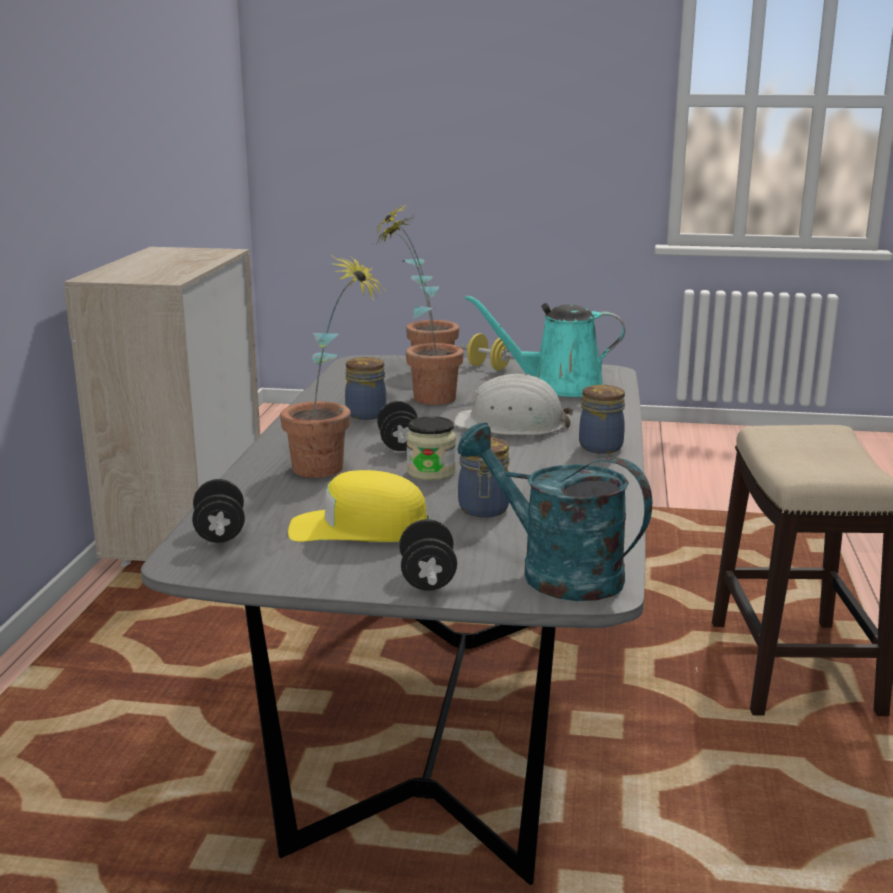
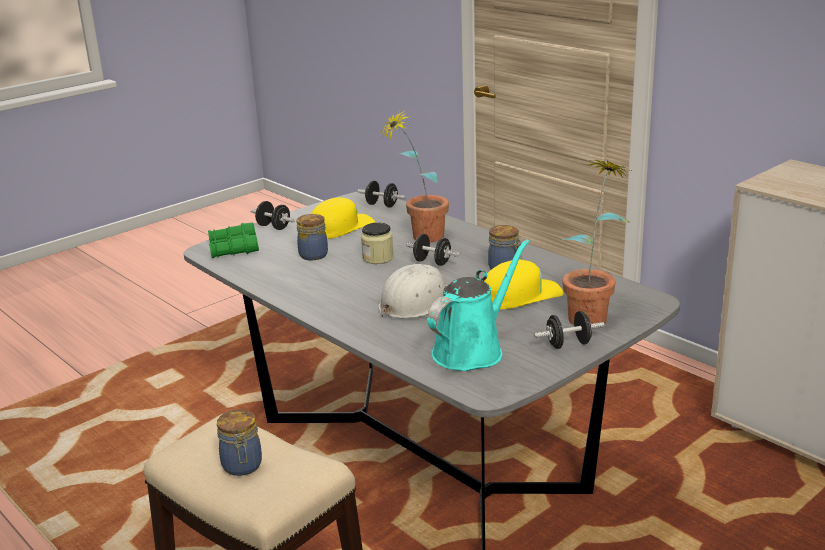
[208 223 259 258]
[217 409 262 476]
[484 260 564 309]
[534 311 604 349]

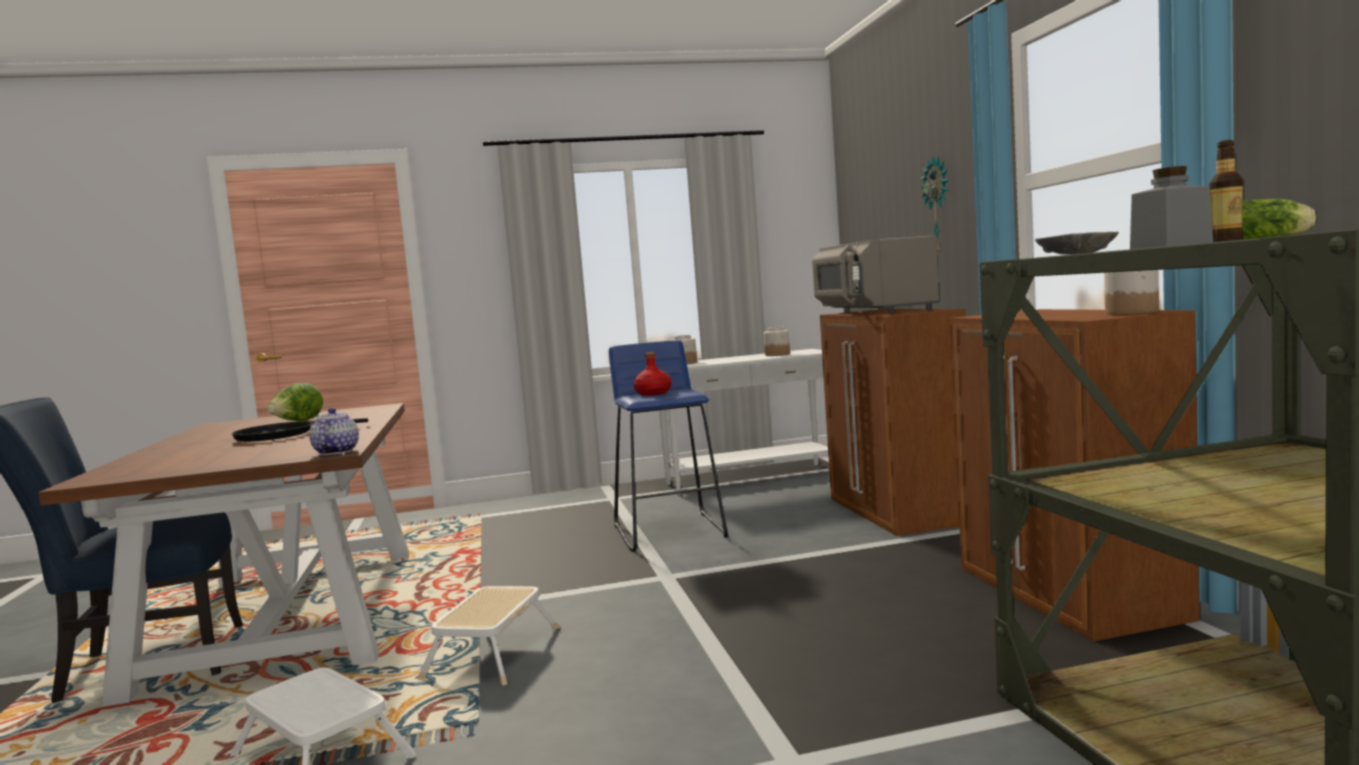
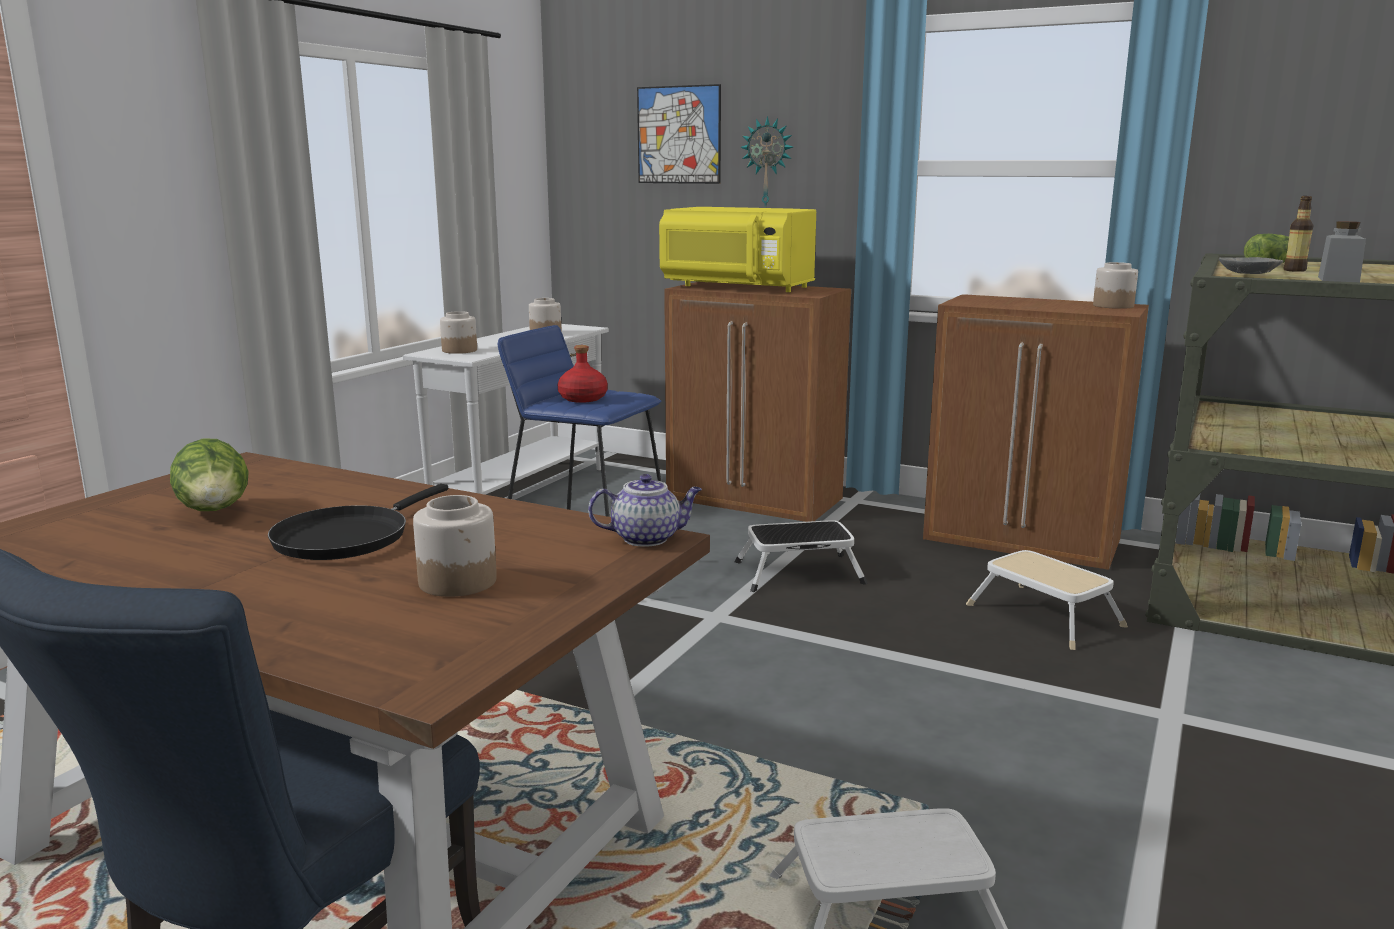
[413 495 497 597]
[588 474 702 547]
[637 84 721 184]
[659 207 816 292]
[735 520 867 592]
[966 550 1128 650]

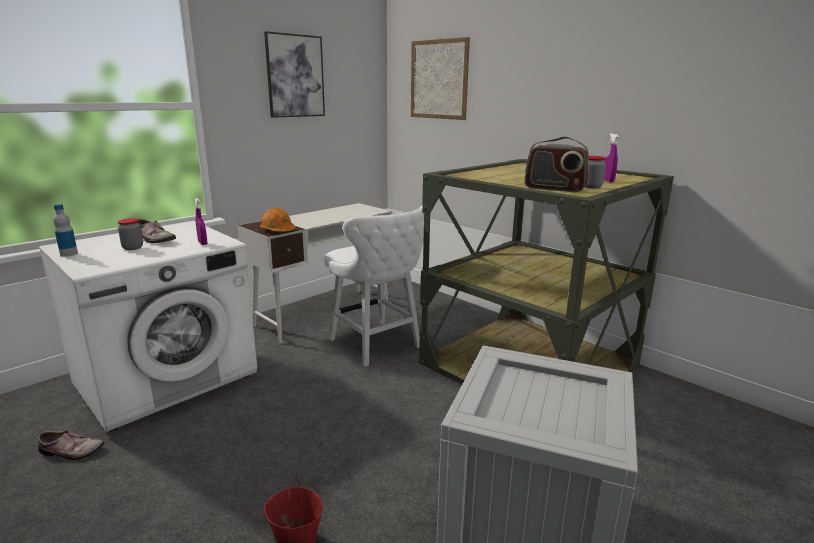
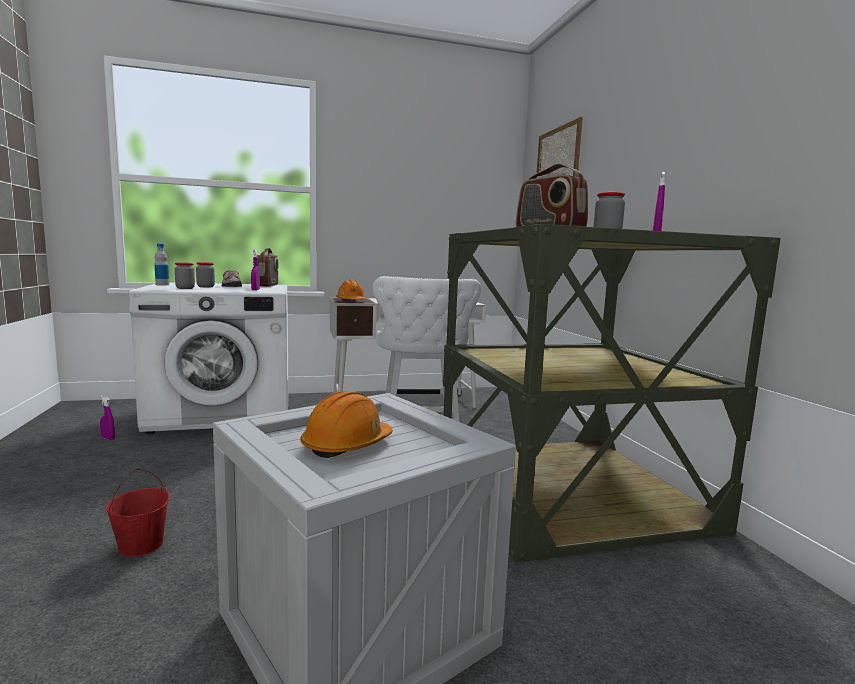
[100 396 115 440]
[175 262 195 289]
[257 248 278 287]
[300 391 393 458]
[264 31 325 118] (first image)

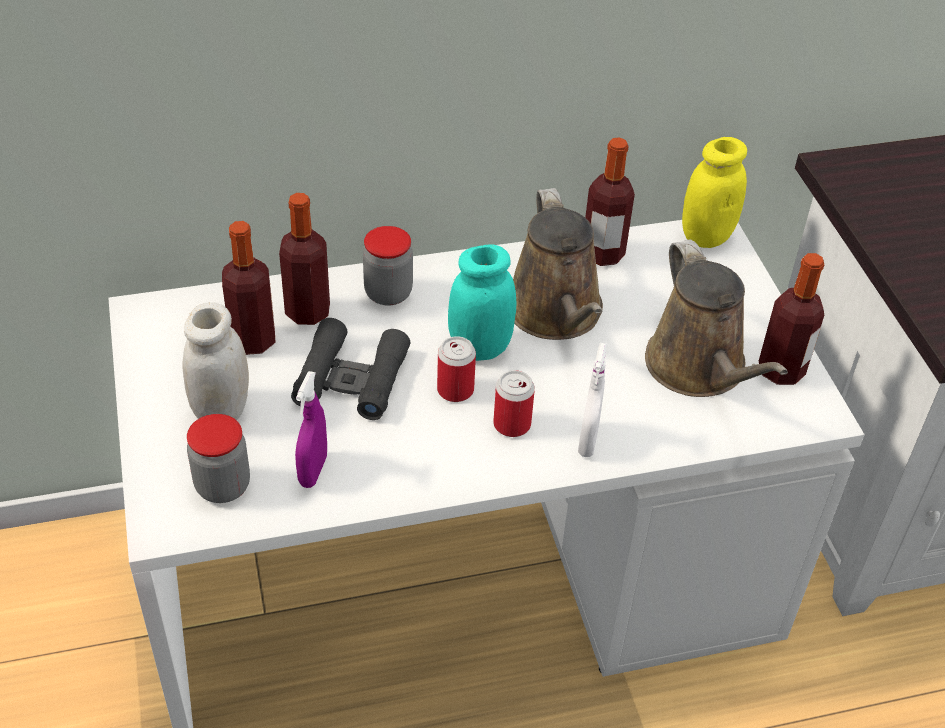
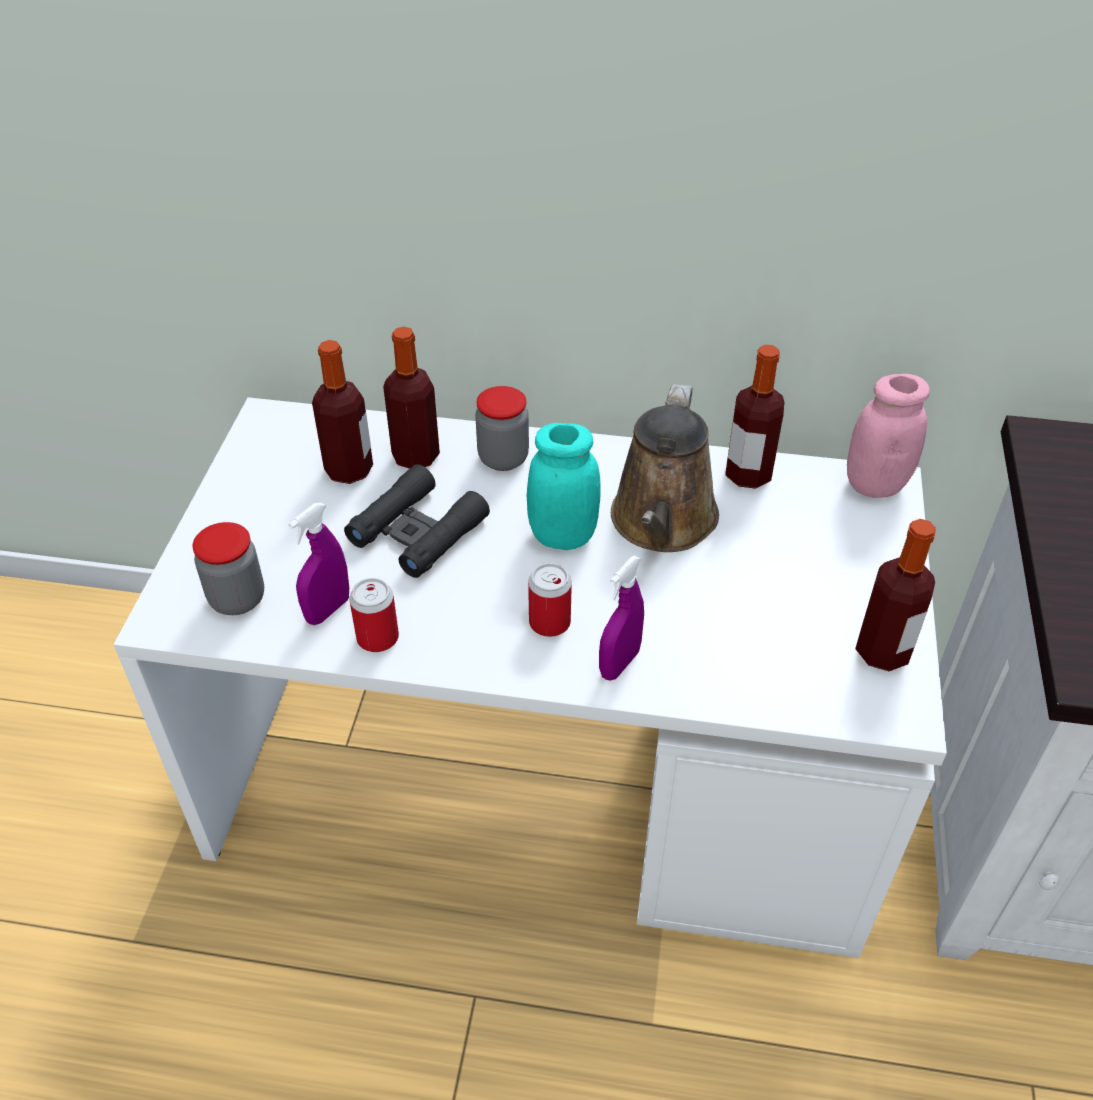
[349 578 399 652]
[599 555 644 681]
[847 374 930 498]
[183 302 249 420] (first image)
[645 239 788 397] (first image)

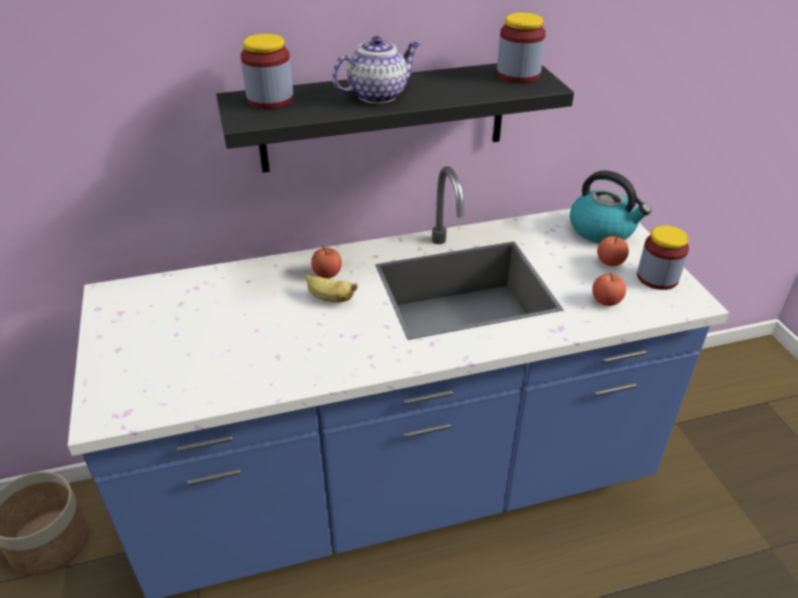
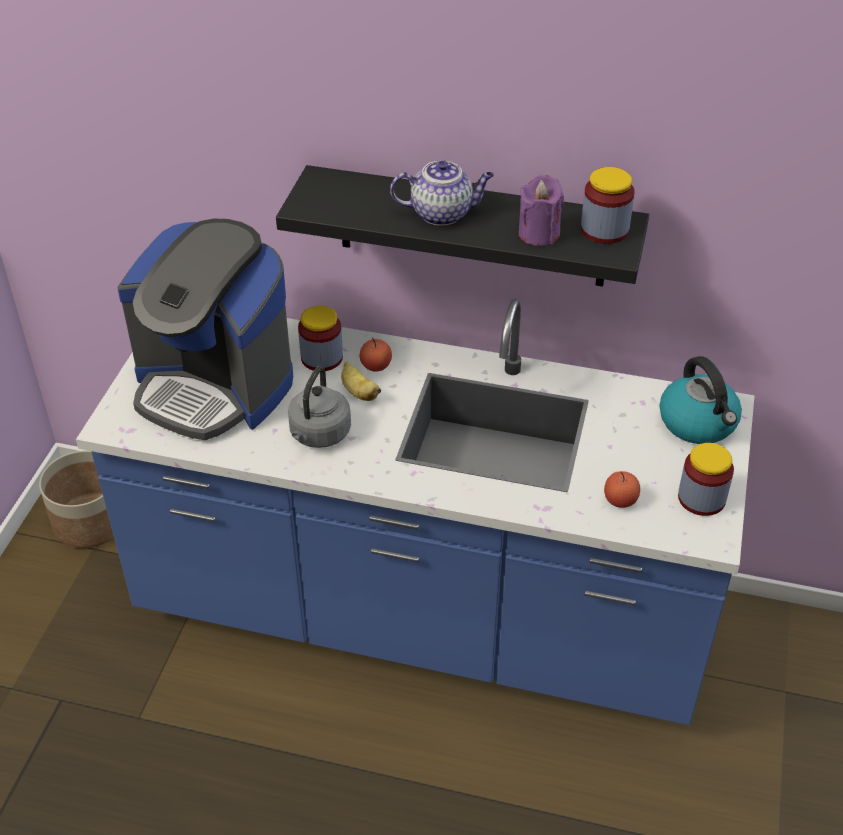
[118 219 293 440]
[288 366 351 448]
[298 306 343 371]
[518 175 564 246]
[597 234 629 266] (first image)

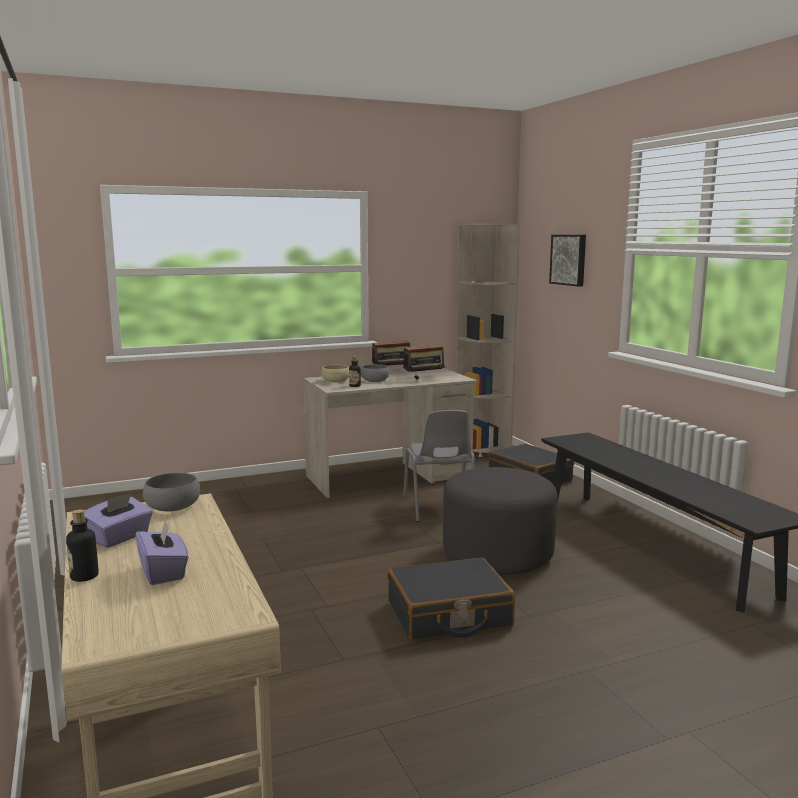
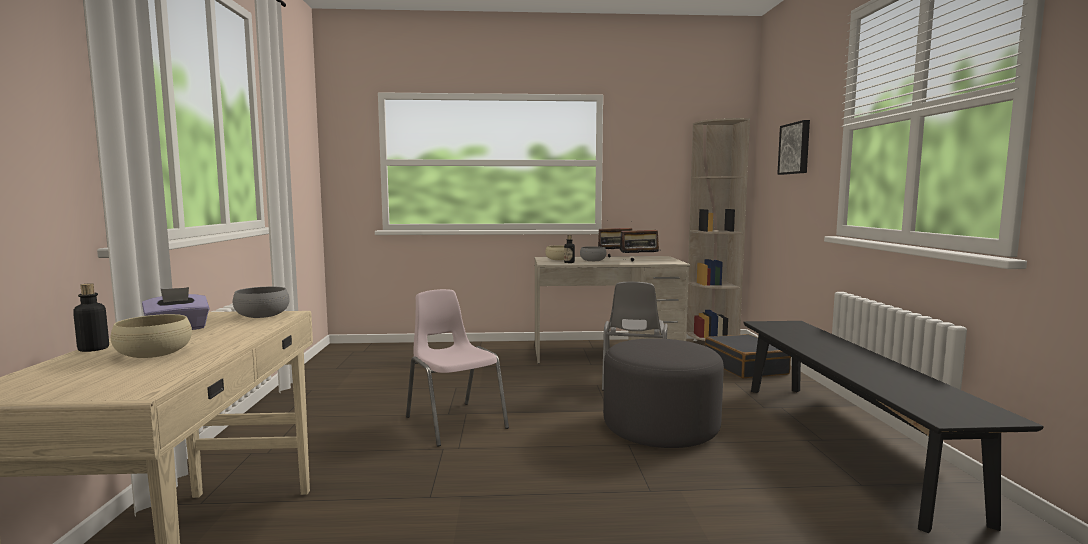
[111 314 192 358]
[406 289 509 447]
[388 558 515 641] (first image)

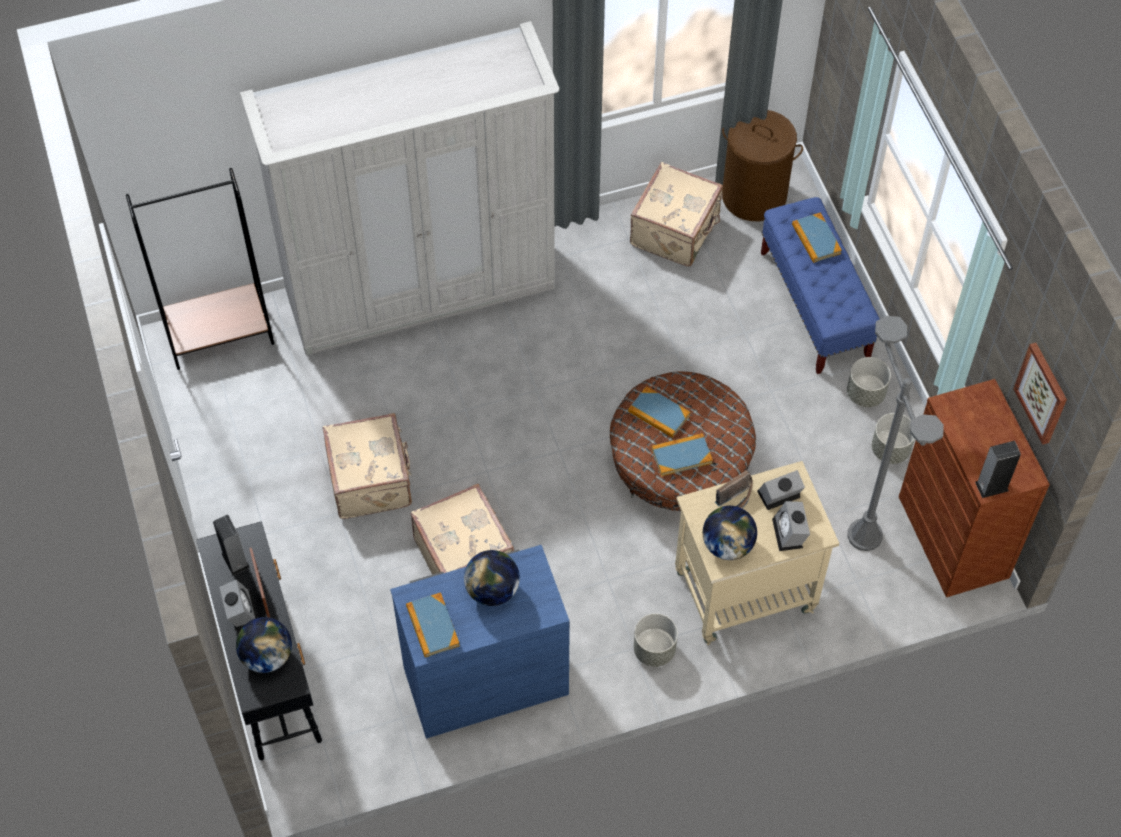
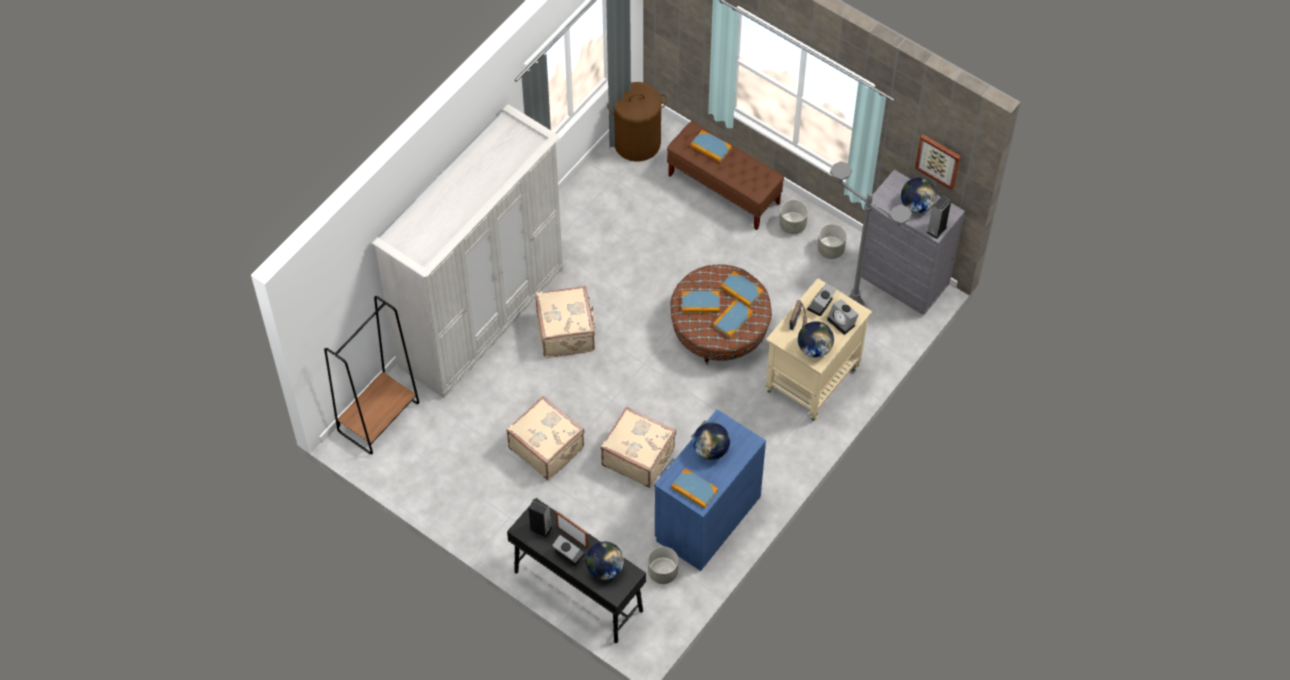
[535 286 596 358]
[648 547 678 584]
[667 121 784 230]
[720 271 763 307]
[861 169 965 315]
[901 178 937 213]

